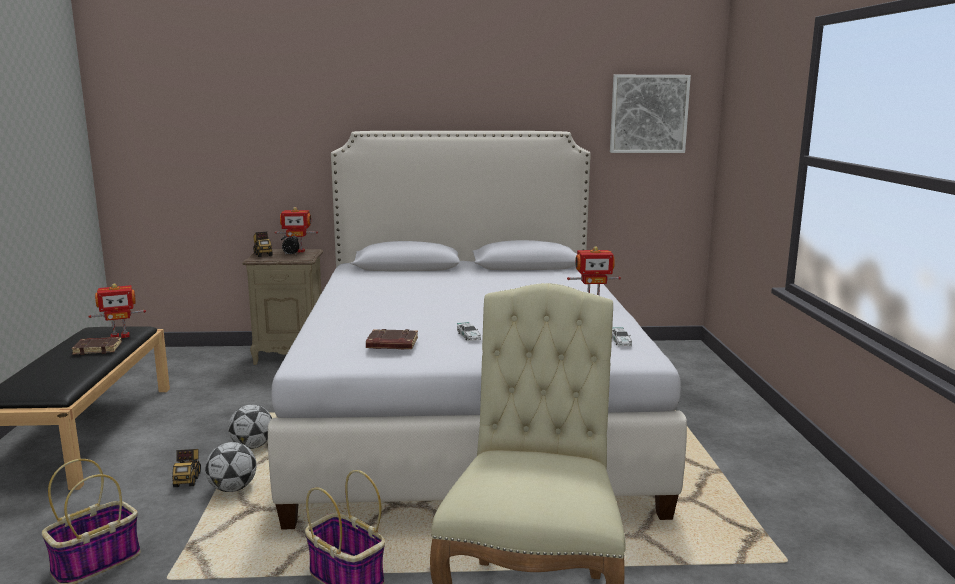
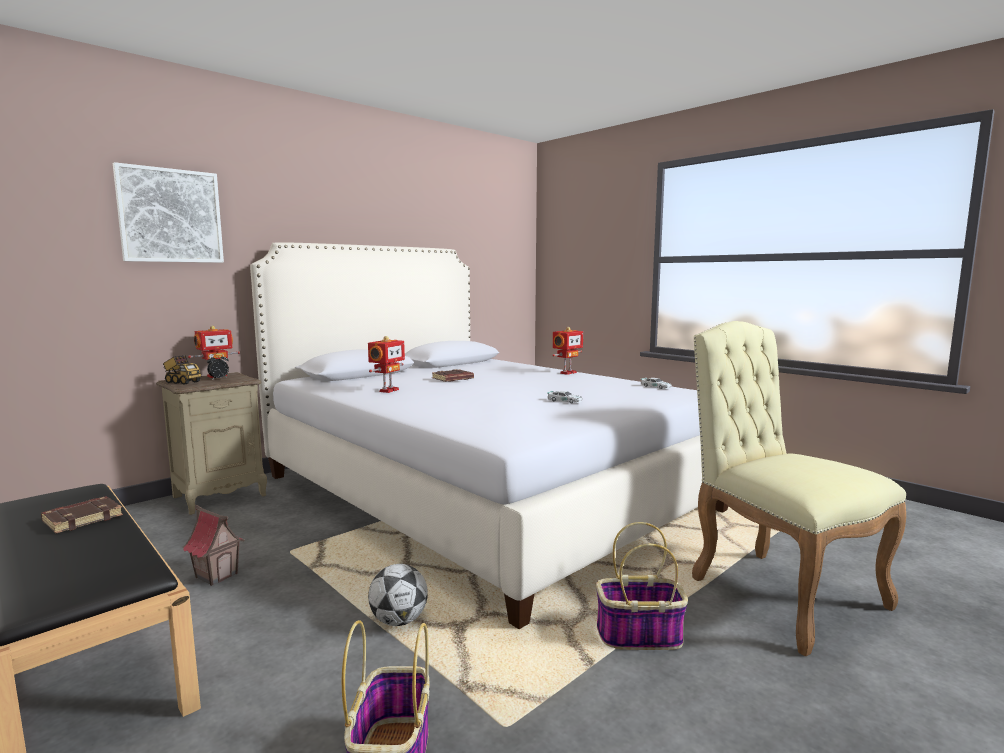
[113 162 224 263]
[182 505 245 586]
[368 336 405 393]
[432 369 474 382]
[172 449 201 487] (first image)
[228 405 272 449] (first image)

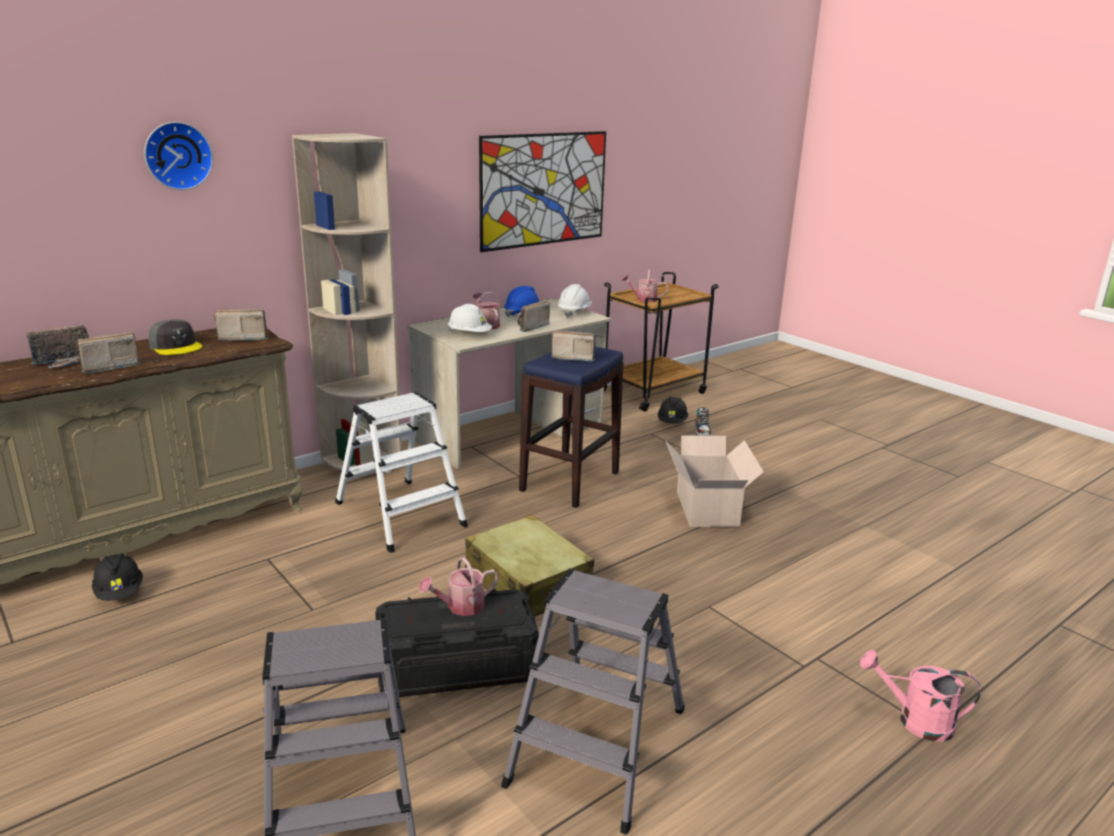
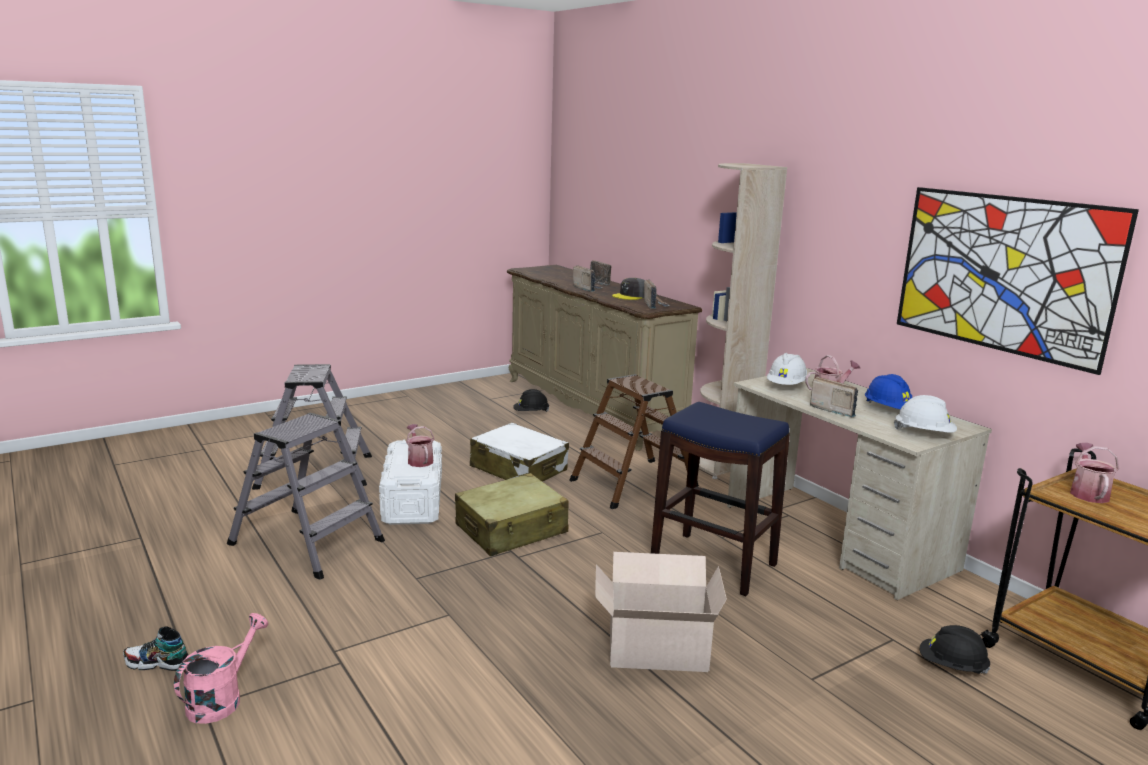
[123 626 188 671]
[379 440 442 525]
[470 423 569 482]
[569 374 699 509]
[144 122 213 190] (first image)
[551 330 595 361] (first image)

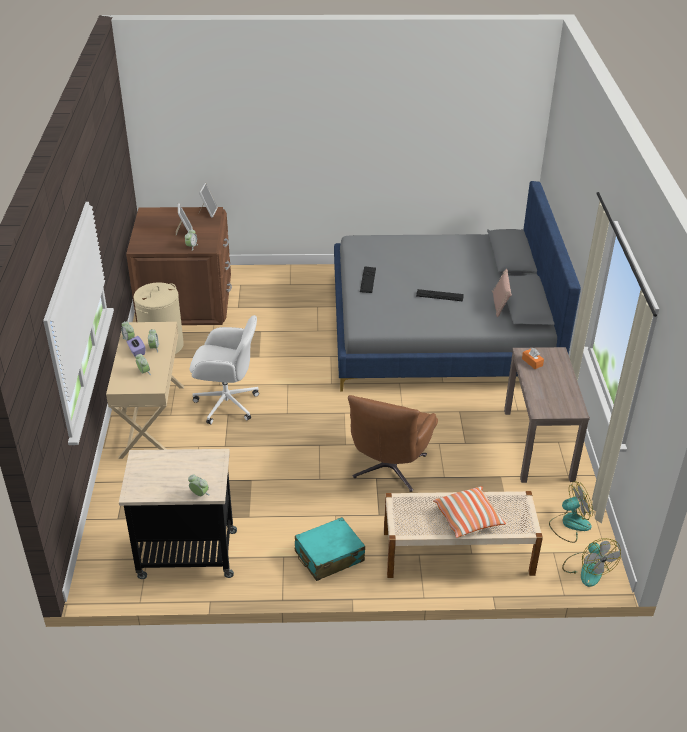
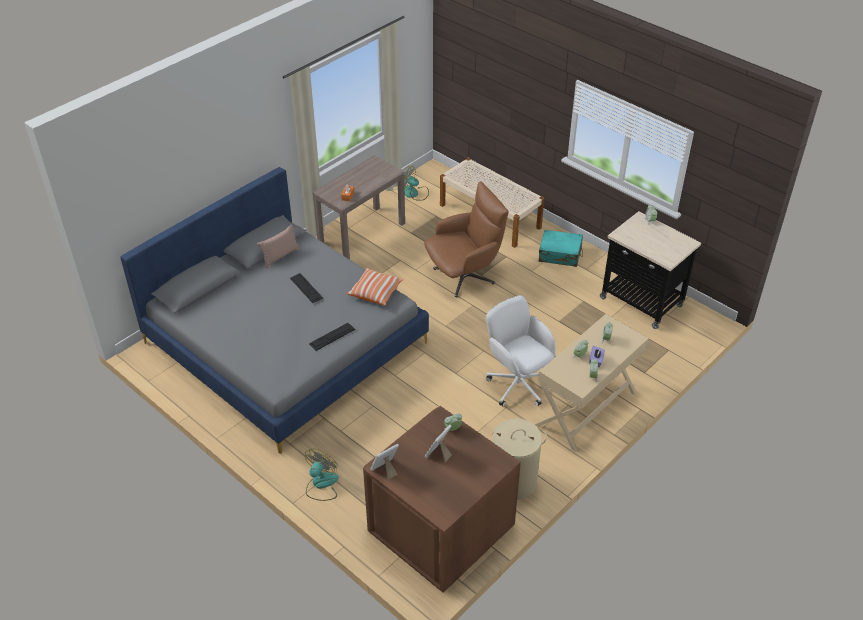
[305 448 339 501]
[347 268 403 306]

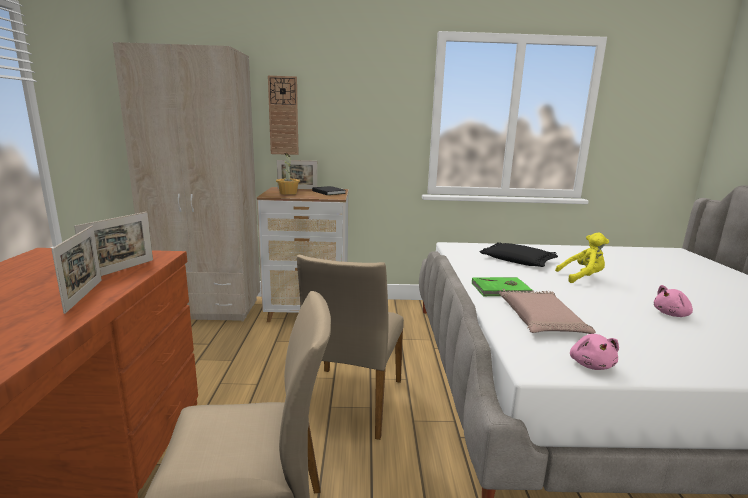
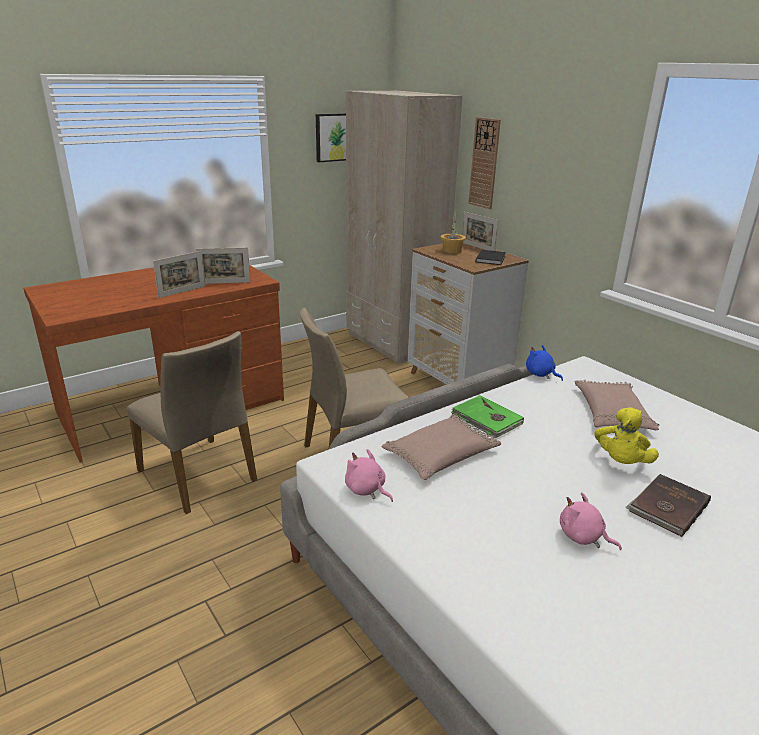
[316 113 346 162]
[345 449 393 502]
[526 345 563 381]
[574 380 659 430]
[594 407 659 464]
[625 474 711 537]

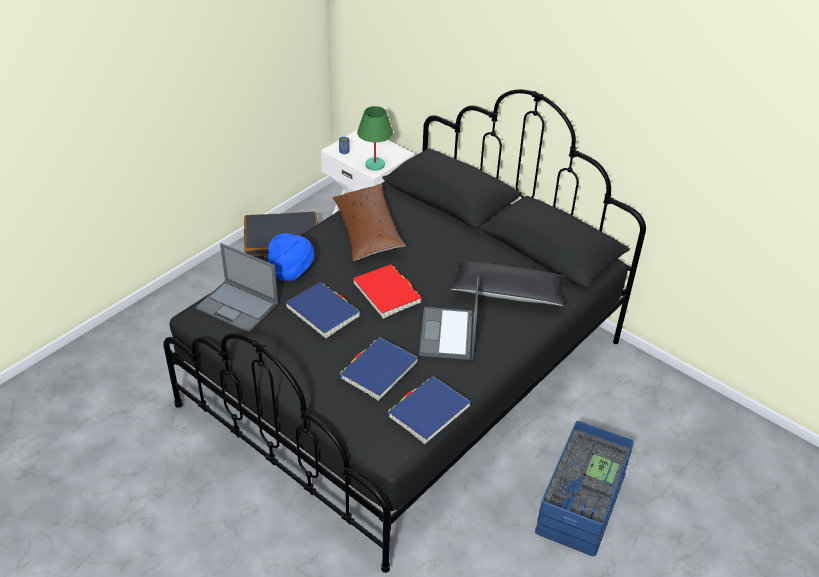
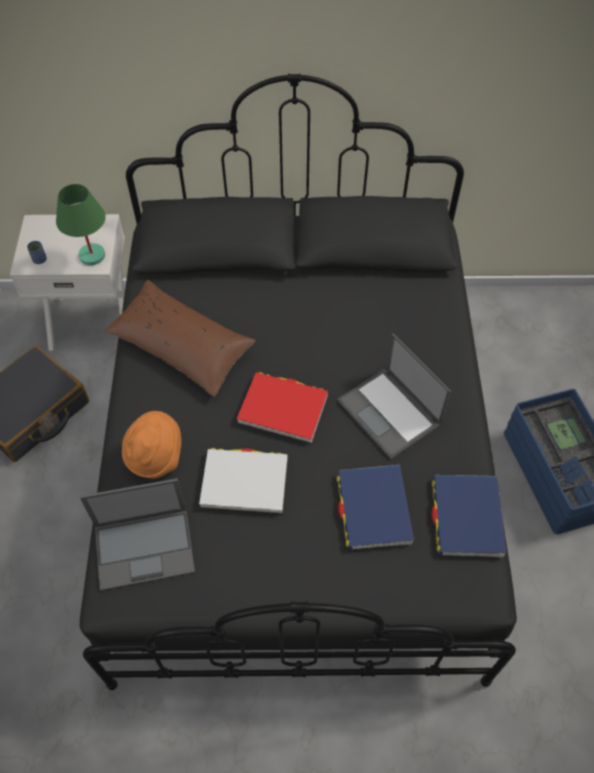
[122 411 181 479]
[199 448 288 513]
[450 260 566 306] (first image)

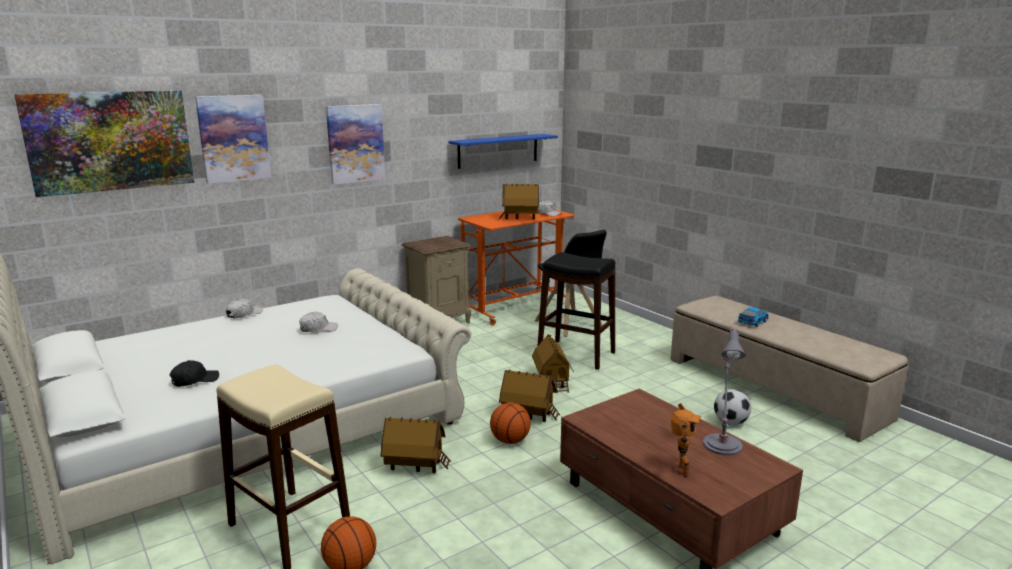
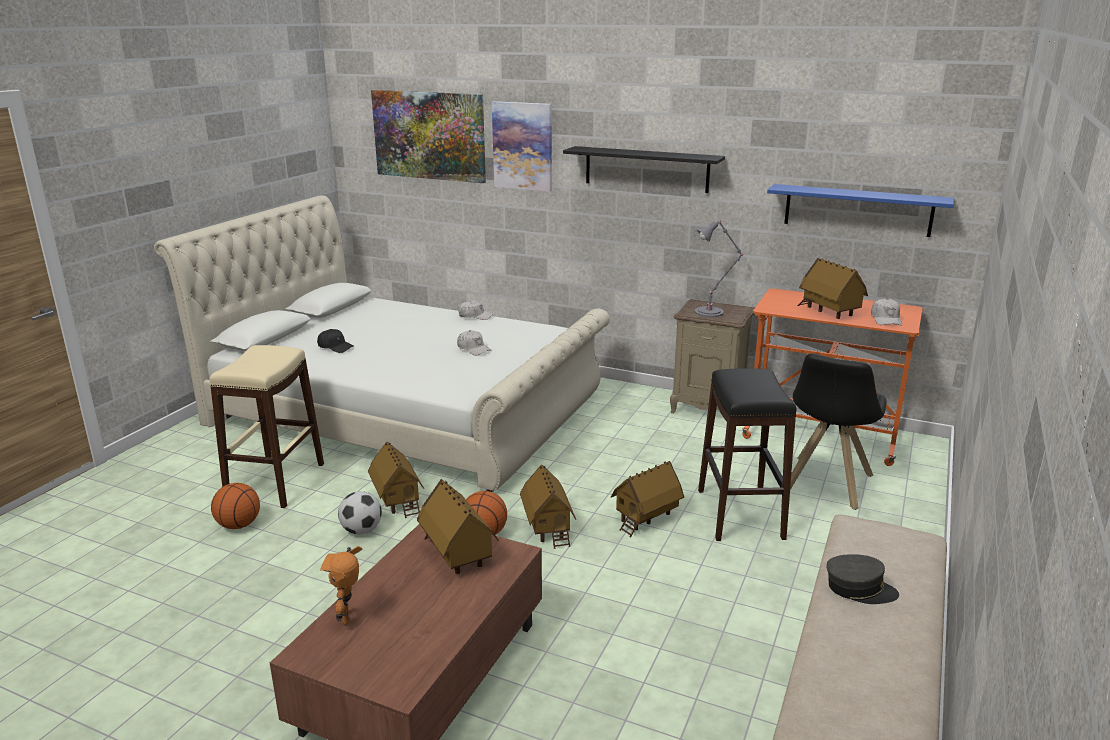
[320 546 362 625]
[338 491 382 534]
[417 479 499 574]
[563 146 725 193]
[695 220 743 317]
[826 554 899 604]

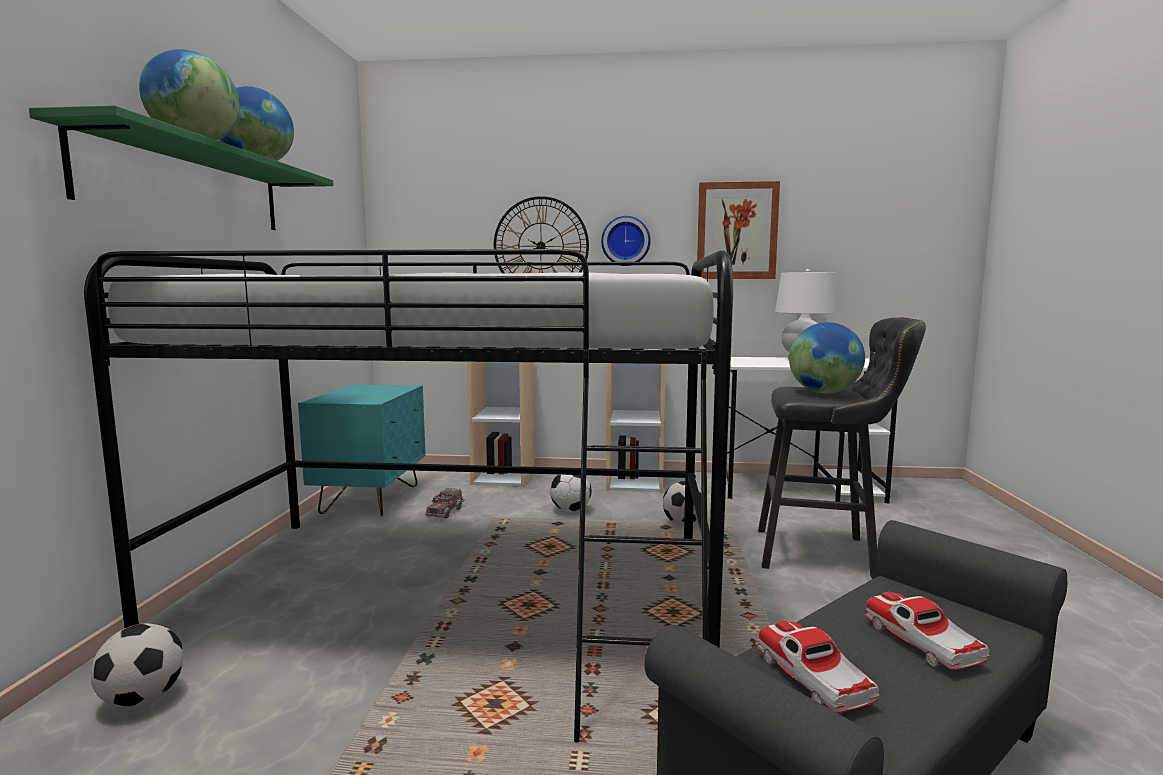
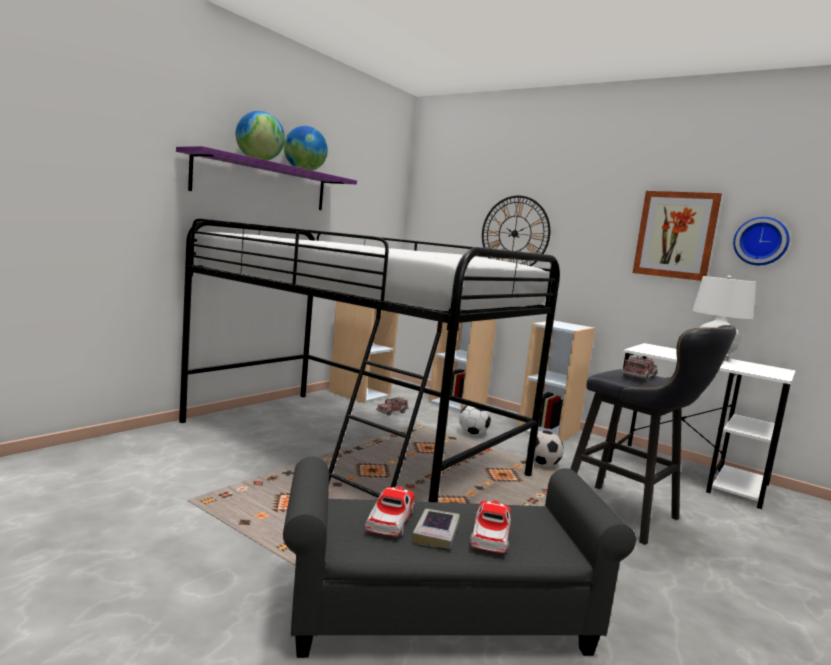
[176 146 357 210]
[329 301 399 403]
[412 509 460 548]
[621 356 658 382]
[733 217 790 265]
[91 623 184 707] (first image)

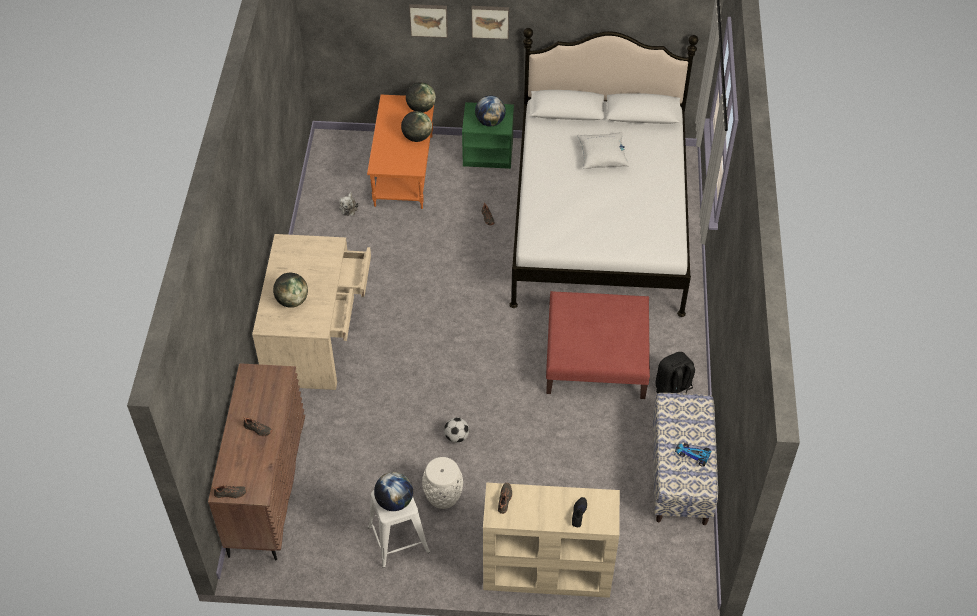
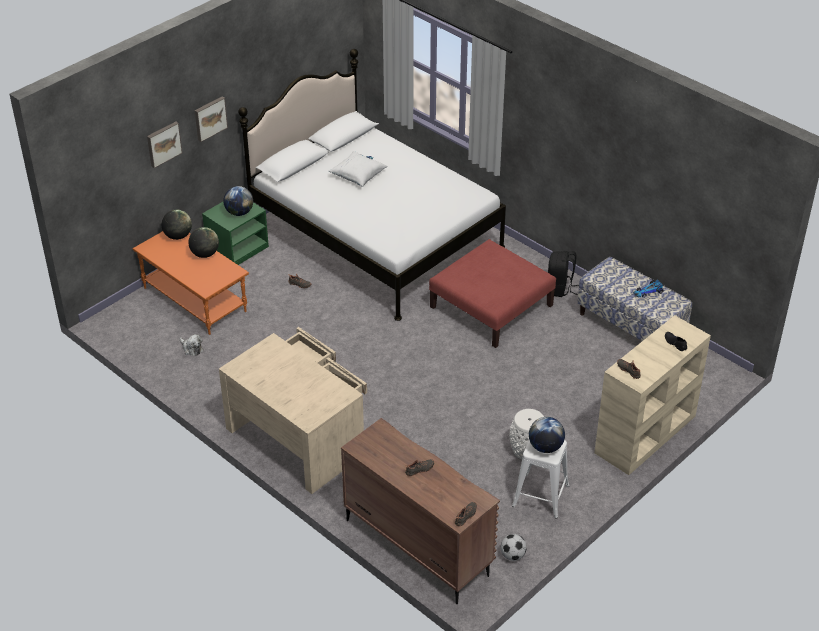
[501 534 527 561]
[273 273 308 308] (first image)

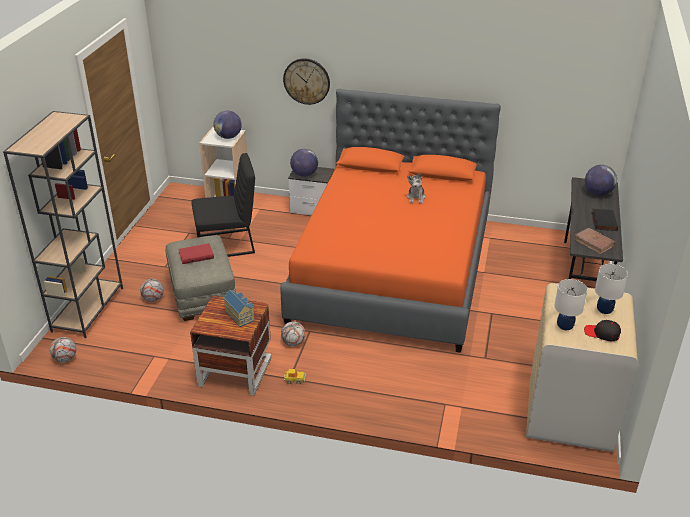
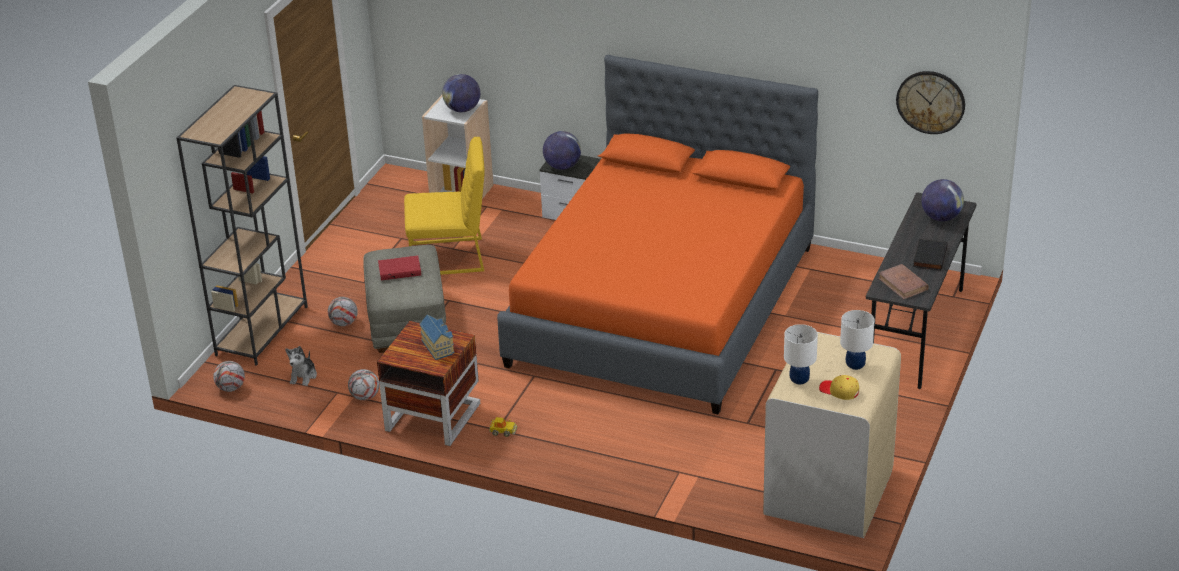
[285 346 317 386]
[348 369 379 400]
[404 137 485 275]
[819 375 859 400]
[896 71 965 134]

